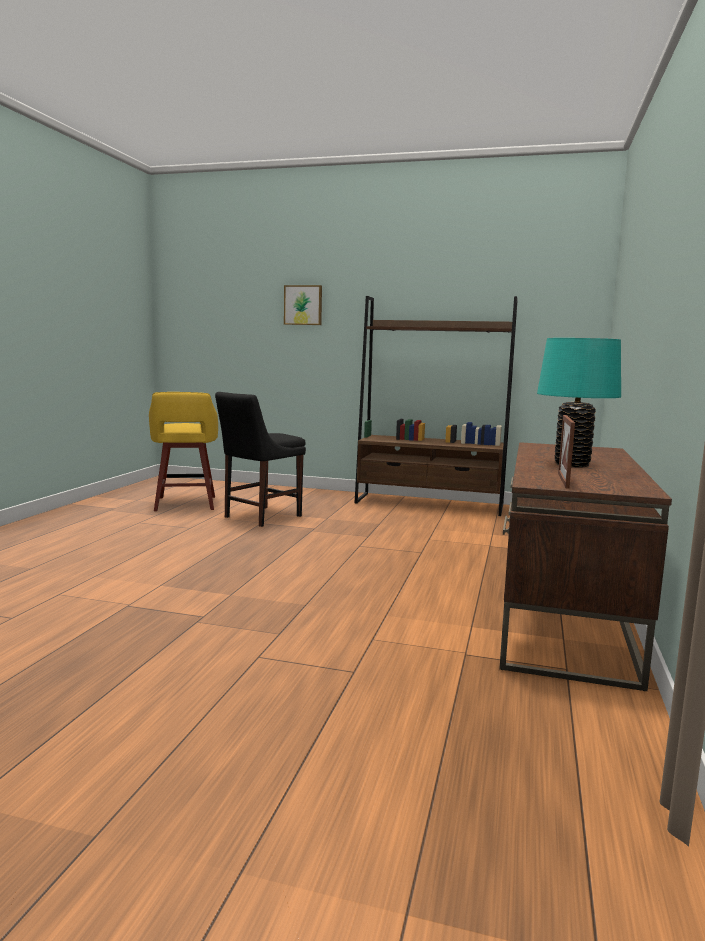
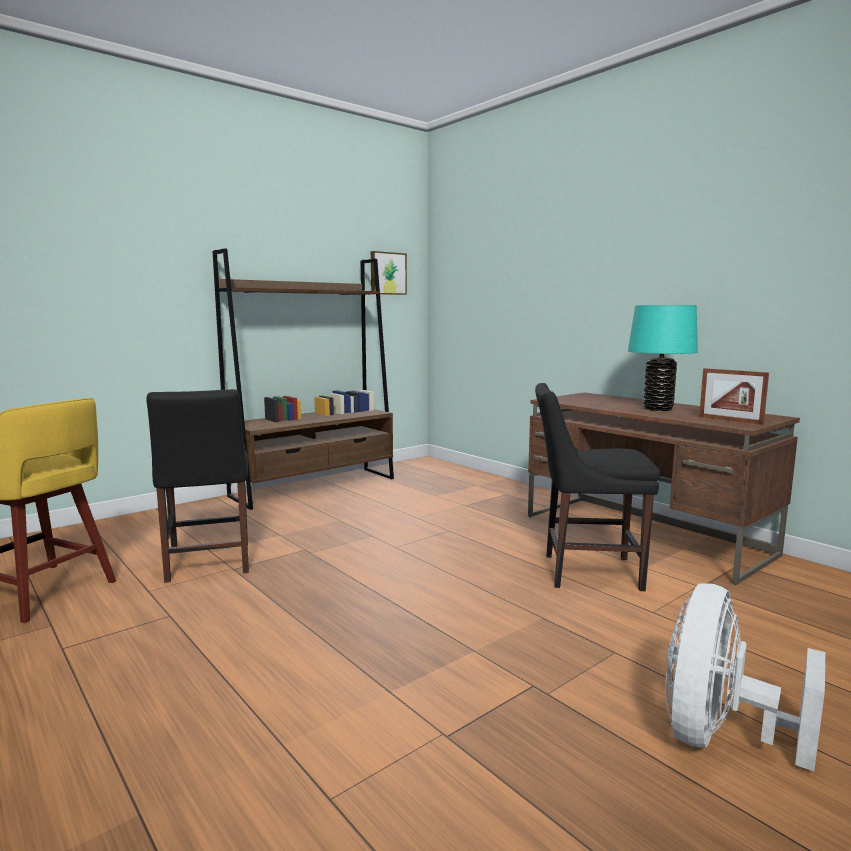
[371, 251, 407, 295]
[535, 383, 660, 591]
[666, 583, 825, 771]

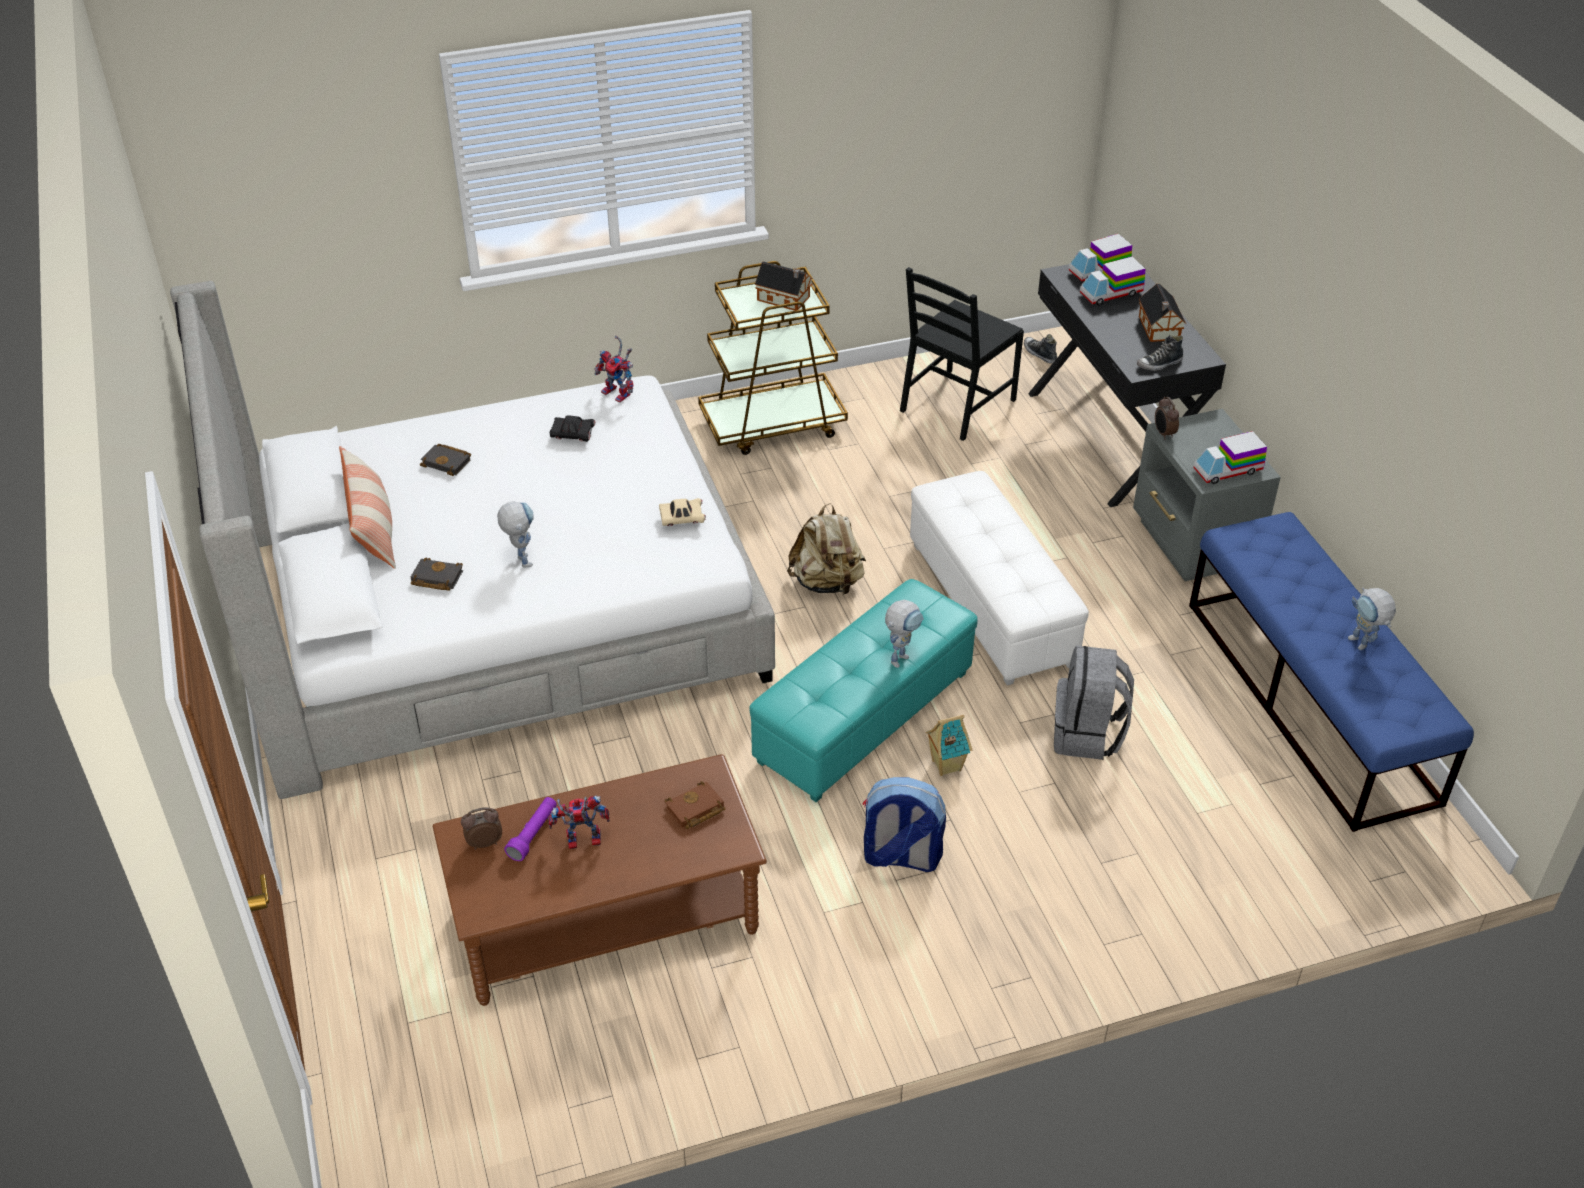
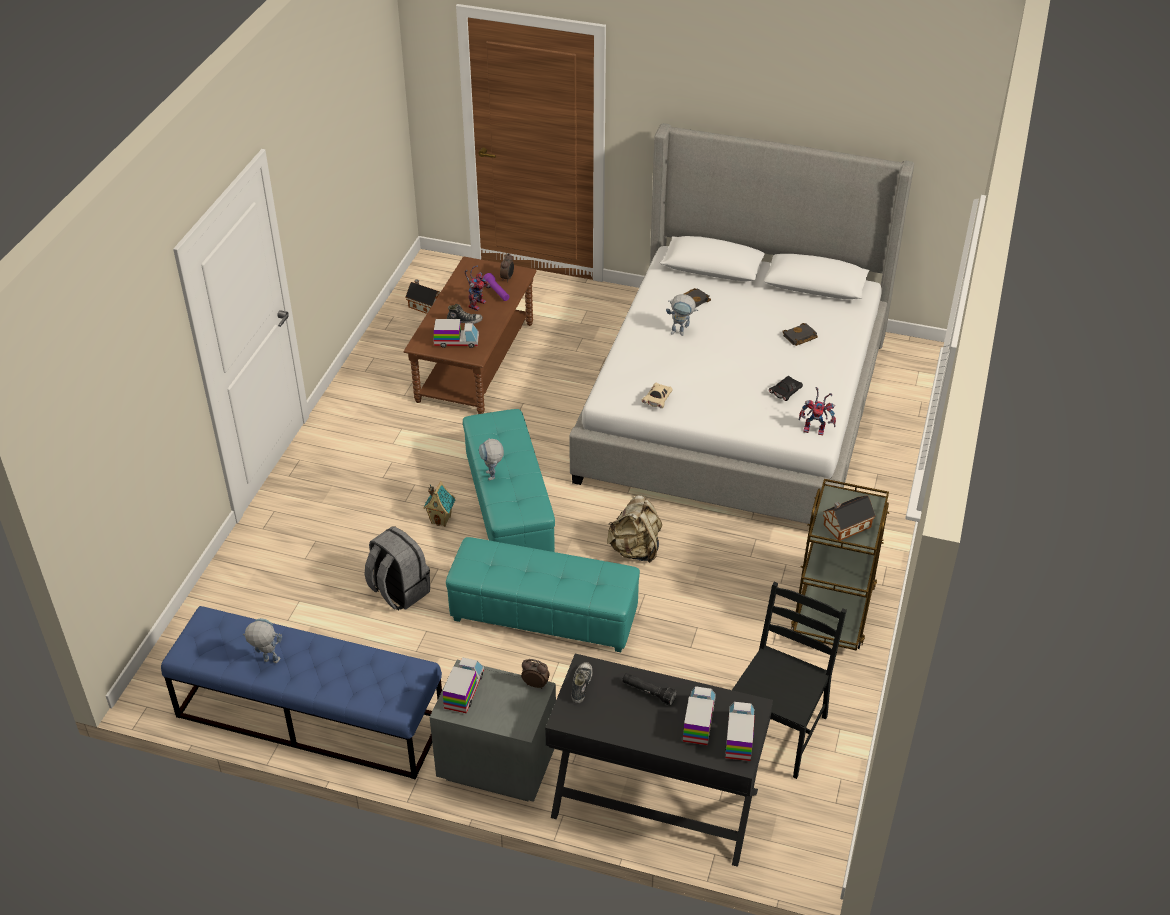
[406, 279, 440, 314]
[434, 319, 479, 348]
[446, 537, 640, 652]
[447, 304, 483, 324]
[622, 673, 677, 706]
[732, 582, 847, 779]
[798, 387, 836, 436]
[339, 446, 396, 569] (first image)
[863, 777, 946, 872] (first image)

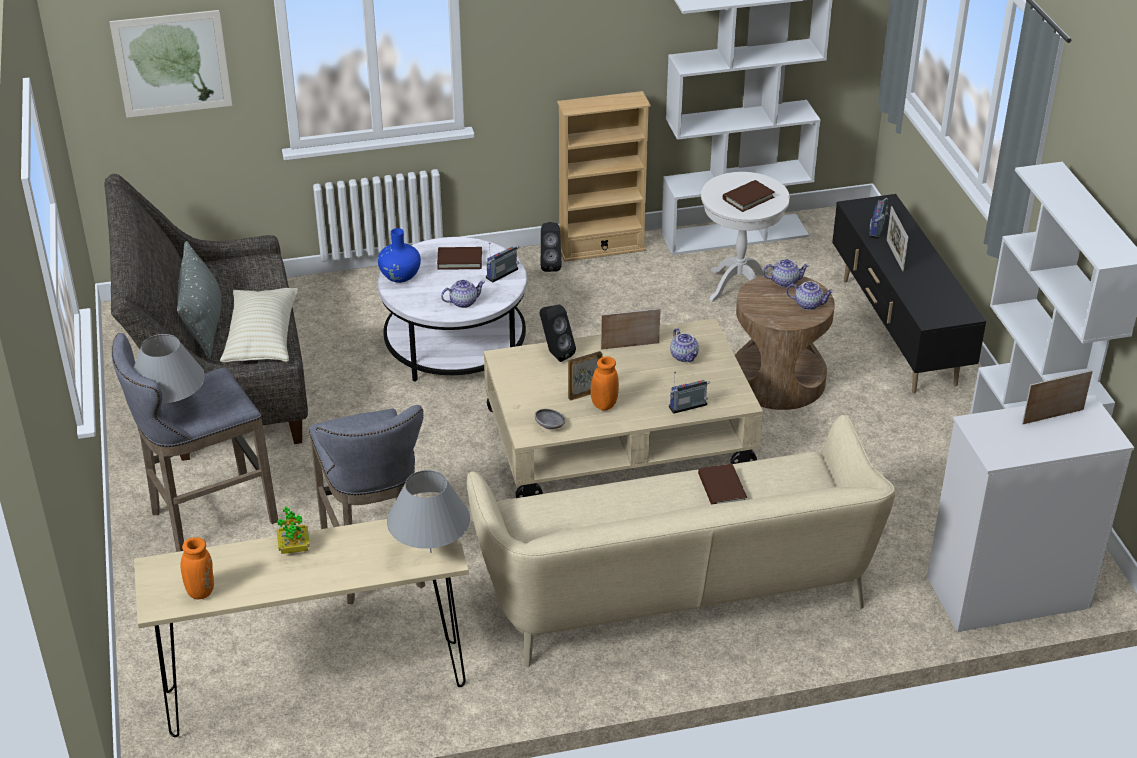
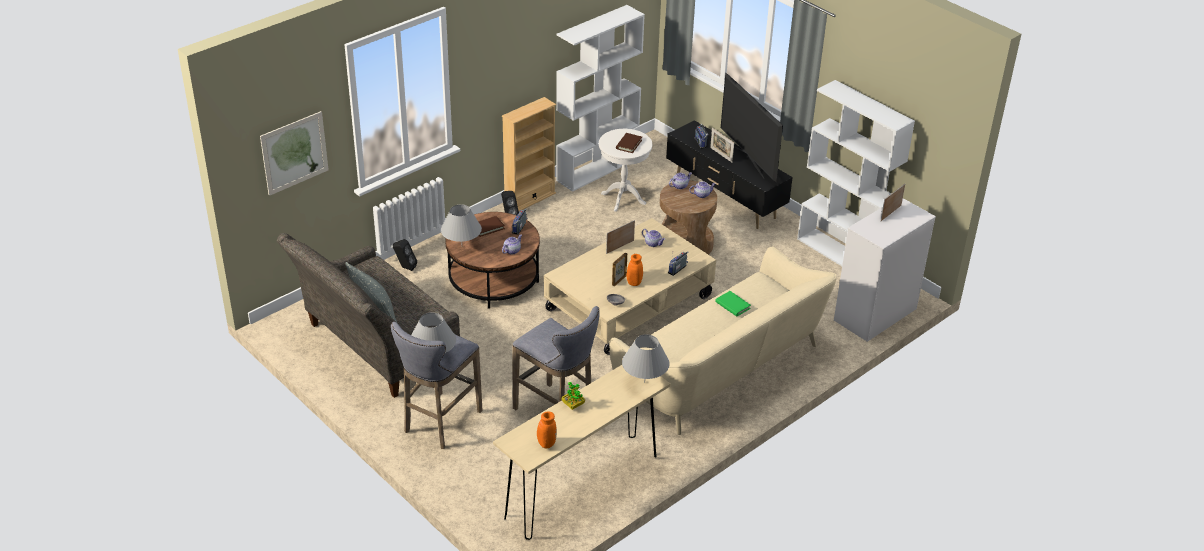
[393, 239, 417, 271]
[441, 204, 482, 243]
[445, 212, 540, 309]
[715, 291, 751, 317]
[721, 72, 783, 182]
[220, 288, 298, 363] (first image)

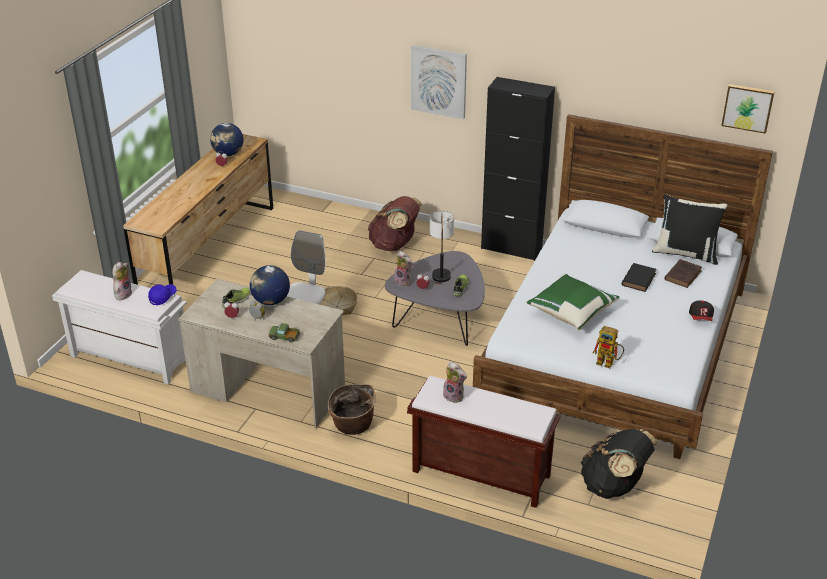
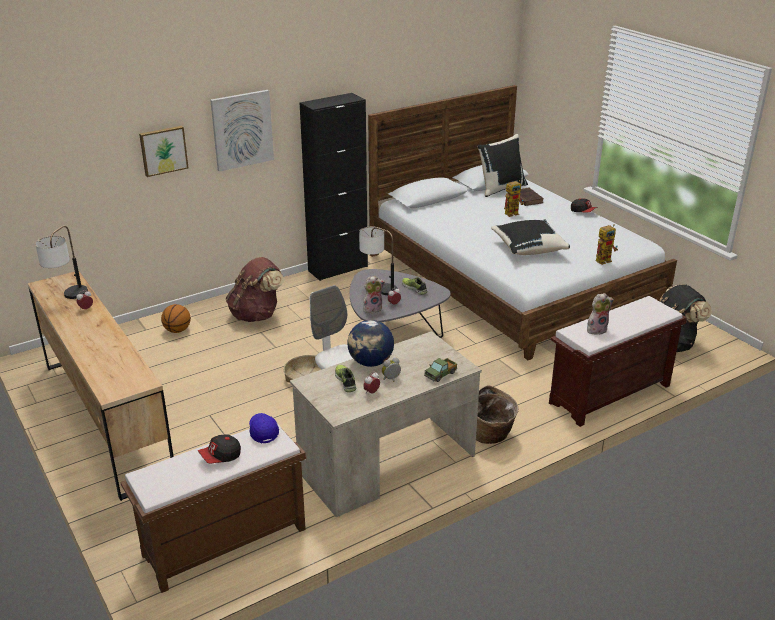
[35, 226, 88, 299]
[120, 423, 306, 593]
[139, 126, 189, 177]
[161, 304, 191, 333]
[198, 435, 241, 464]
[491, 219, 570, 255]
[504, 180, 524, 217]

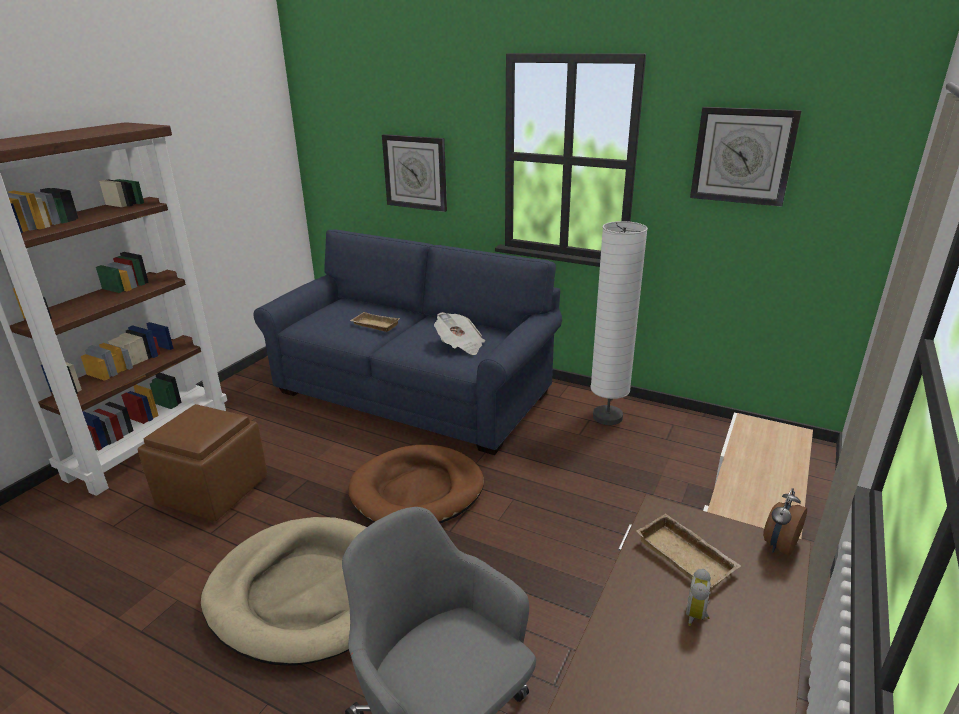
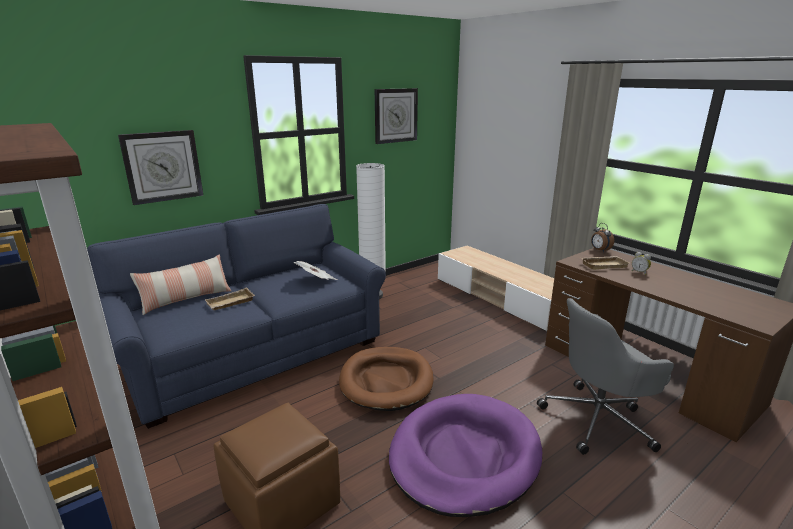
[130, 255, 231, 315]
[389, 394, 542, 517]

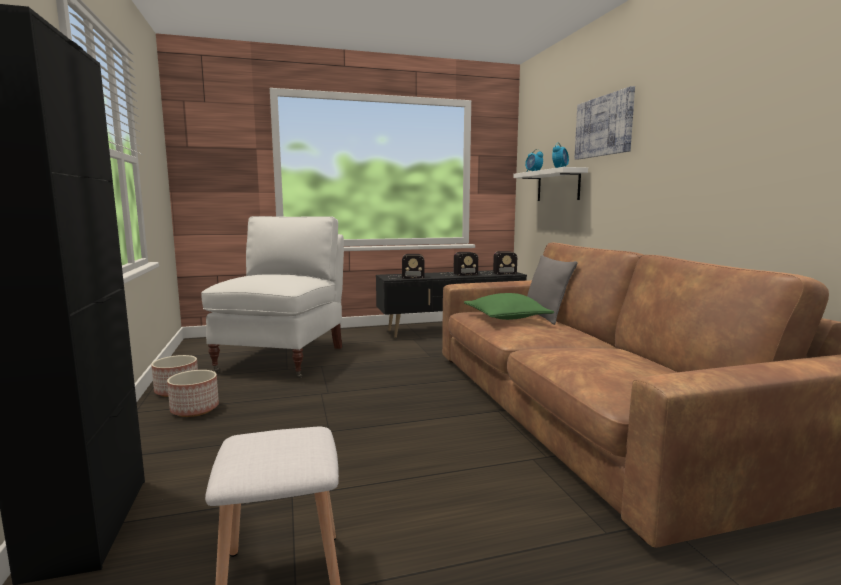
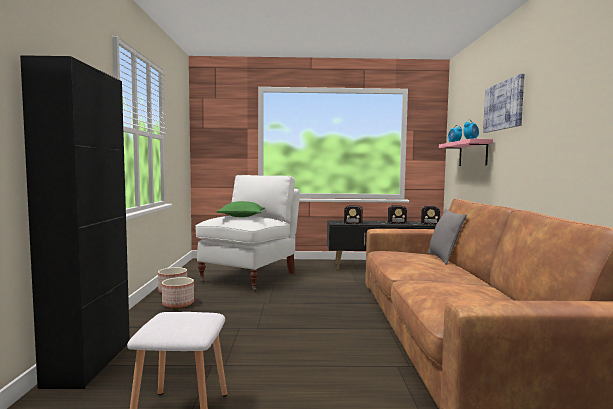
[216, 201, 265, 217]
[439, 139, 493, 166]

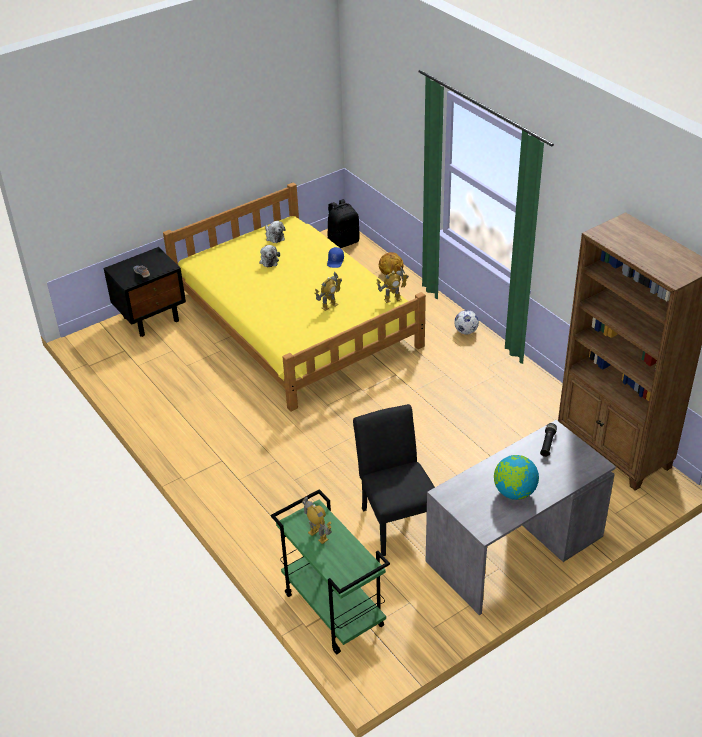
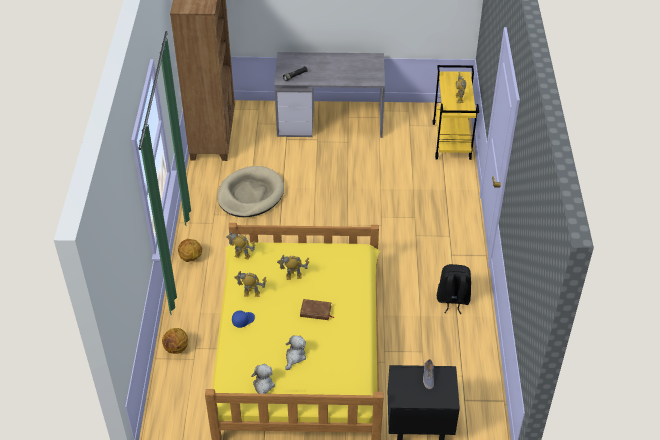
[178, 239, 202, 262]
[217, 166, 284, 217]
[234, 271, 267, 297]
[300, 299, 334, 320]
[432, 65, 479, 160]
[437, 264, 471, 314]
[353, 404, 435, 556] (first image)
[494, 455, 539, 500] (first image)

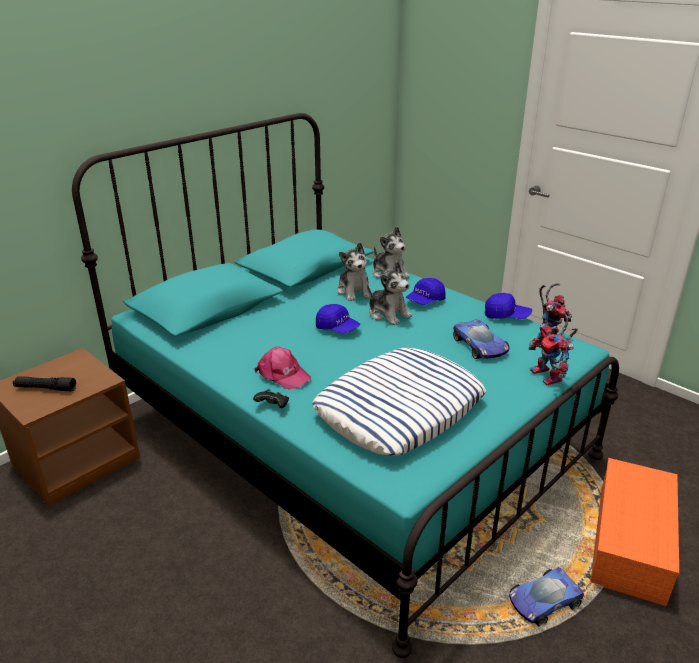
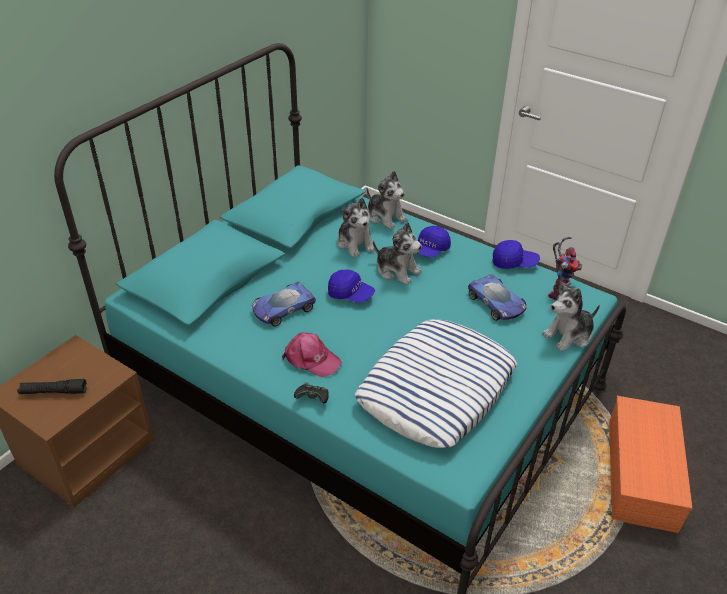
[252, 282, 316, 326]
[542, 282, 600, 351]

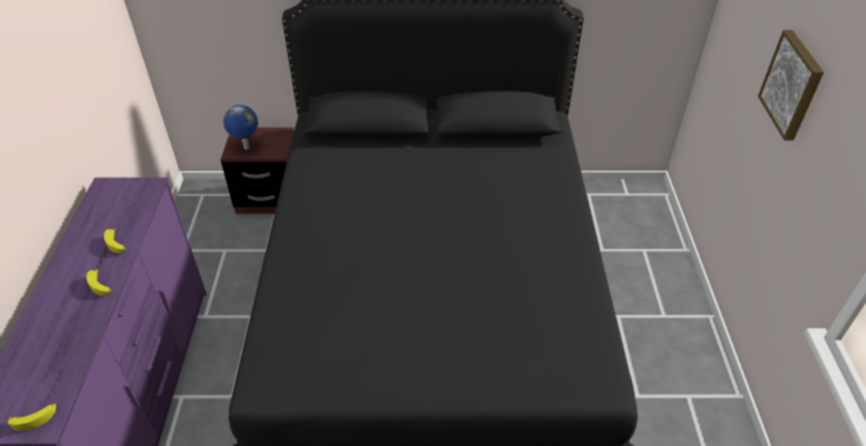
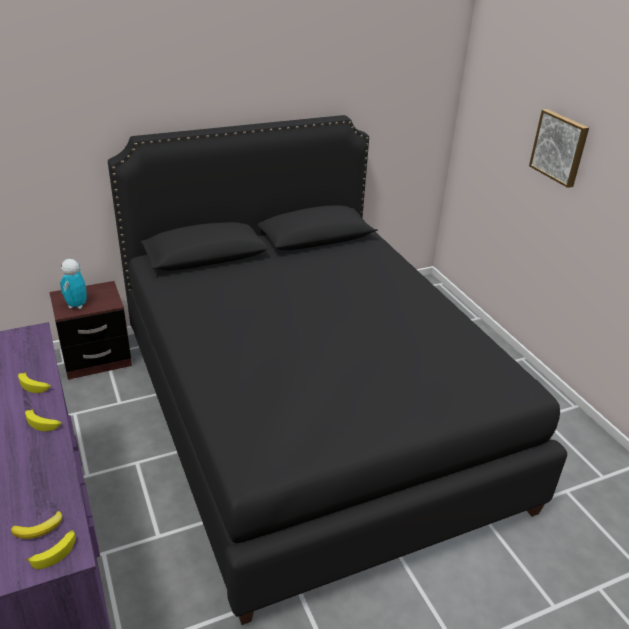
[11, 511, 62, 539]
[60, 259, 87, 309]

